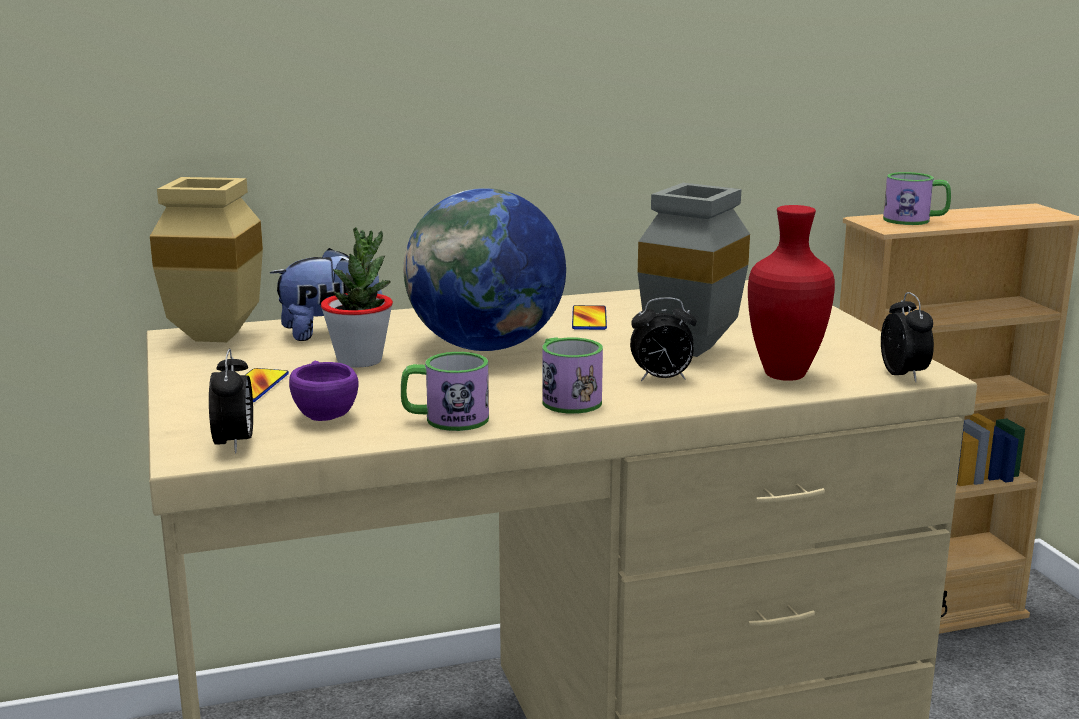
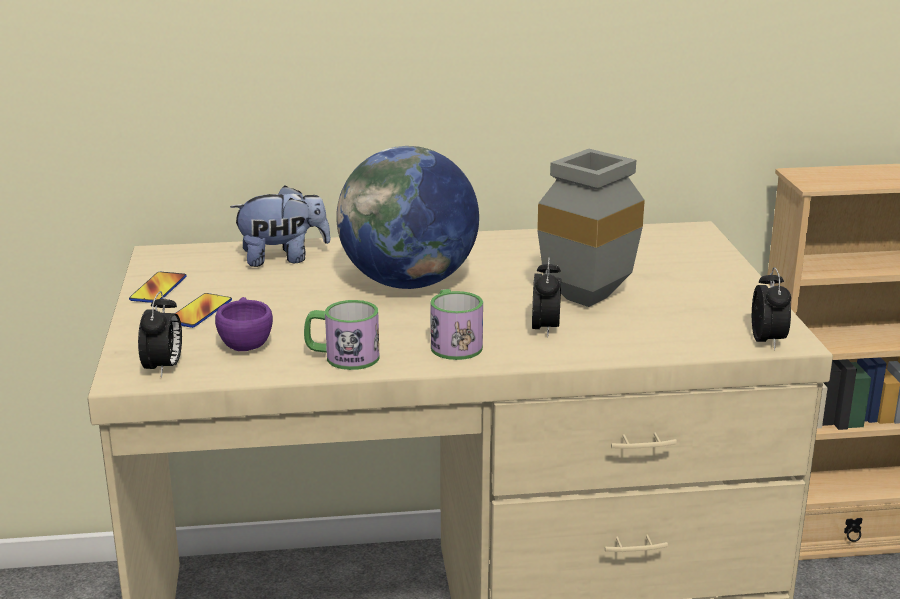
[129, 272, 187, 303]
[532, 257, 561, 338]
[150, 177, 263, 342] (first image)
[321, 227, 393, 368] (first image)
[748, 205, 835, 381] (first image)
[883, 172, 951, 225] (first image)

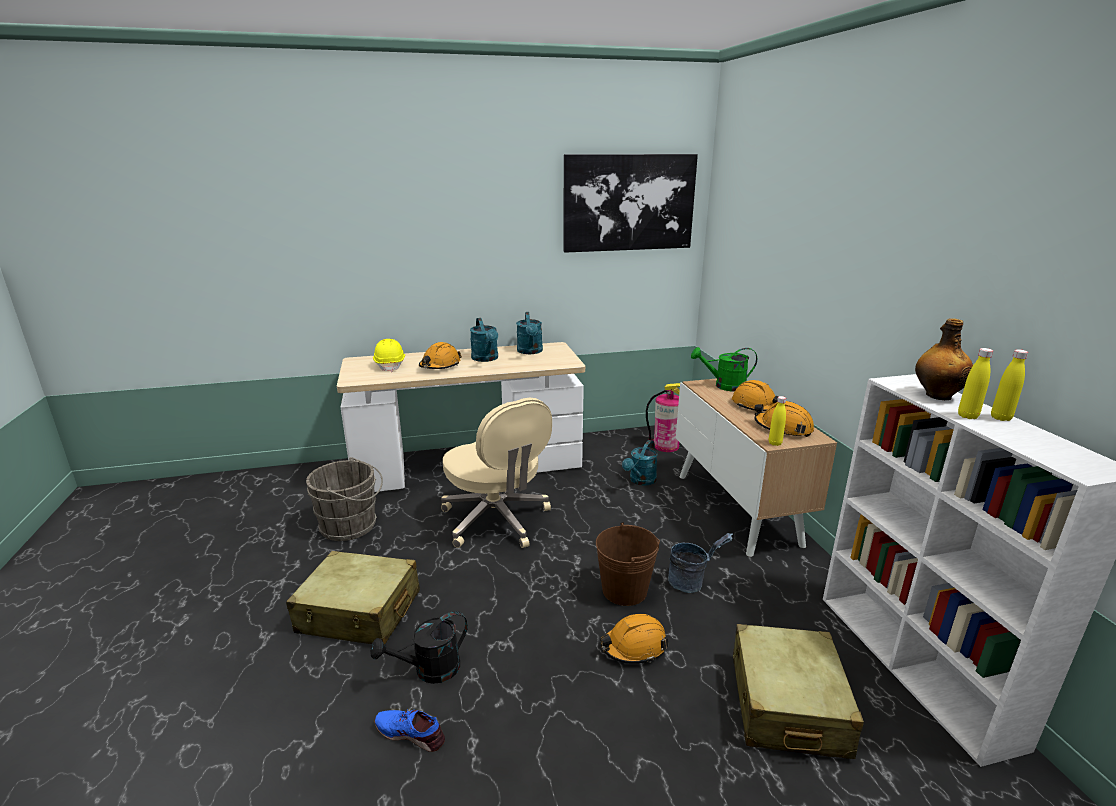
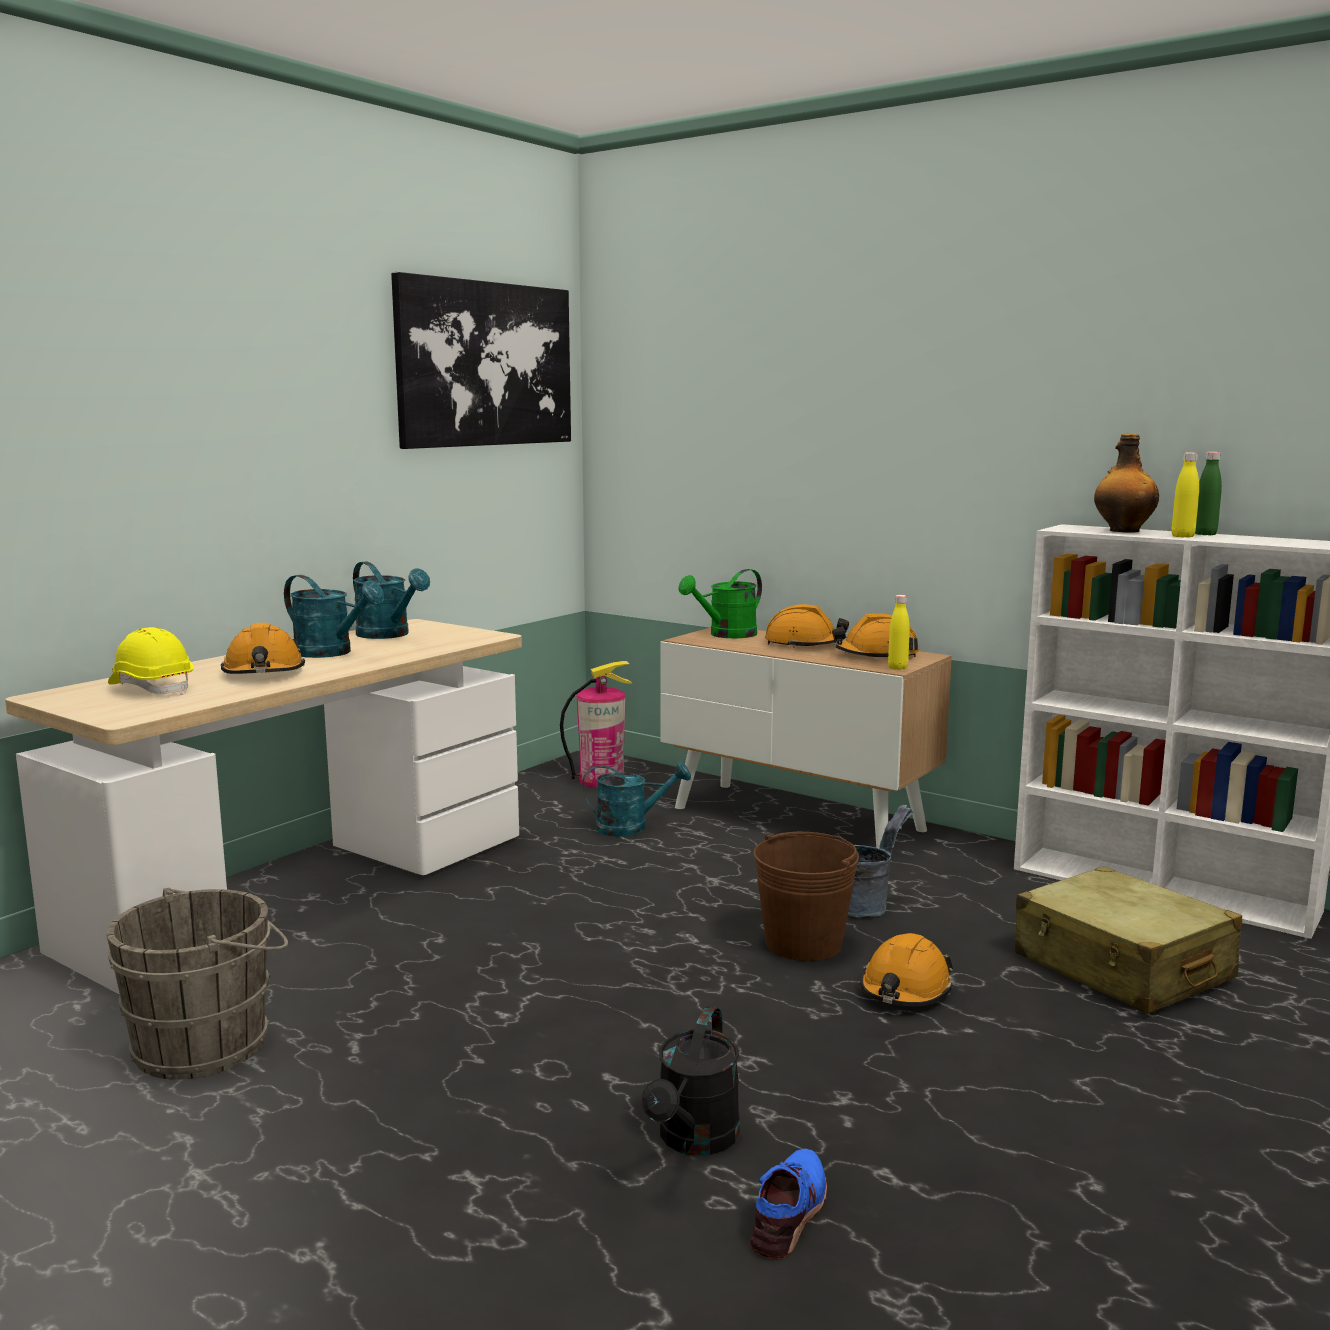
[582, 761, 691, 837]
[750, 1149, 827, 1259]
[1195, 452, 1222, 535]
[286, 551, 420, 645] (first image)
[441, 398, 552, 548] (first image)

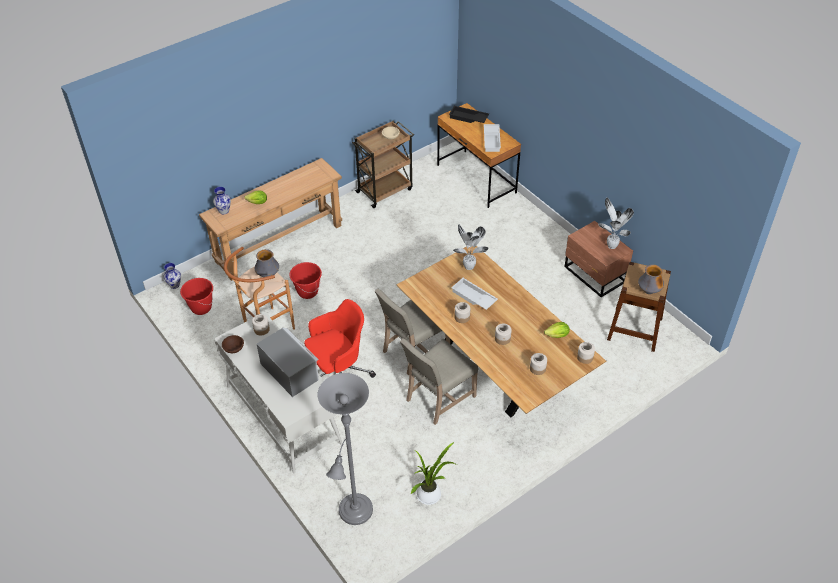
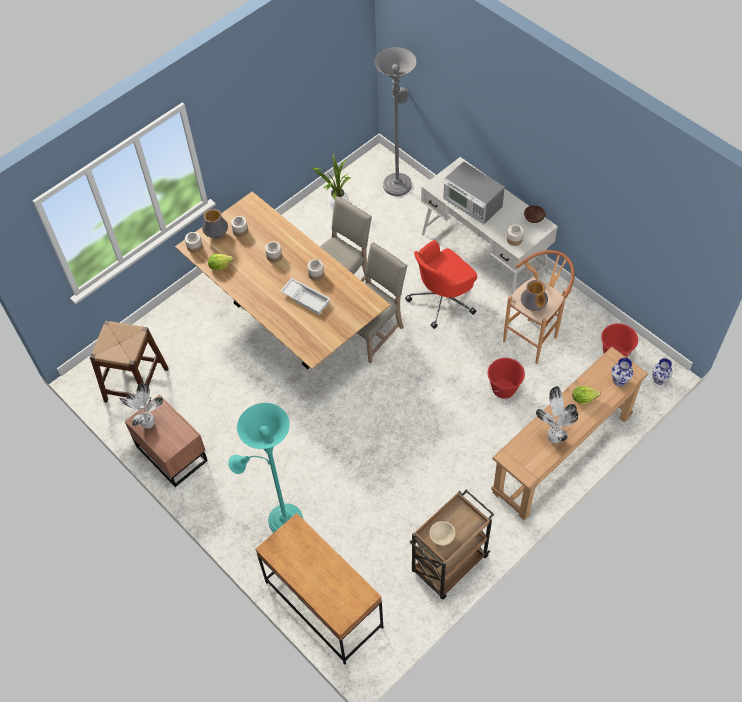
[202, 209, 228, 239]
[228, 403, 303, 533]
[536, 386, 578, 444]
[449, 106, 489, 123] (first image)
[484, 124, 501, 152] (first image)

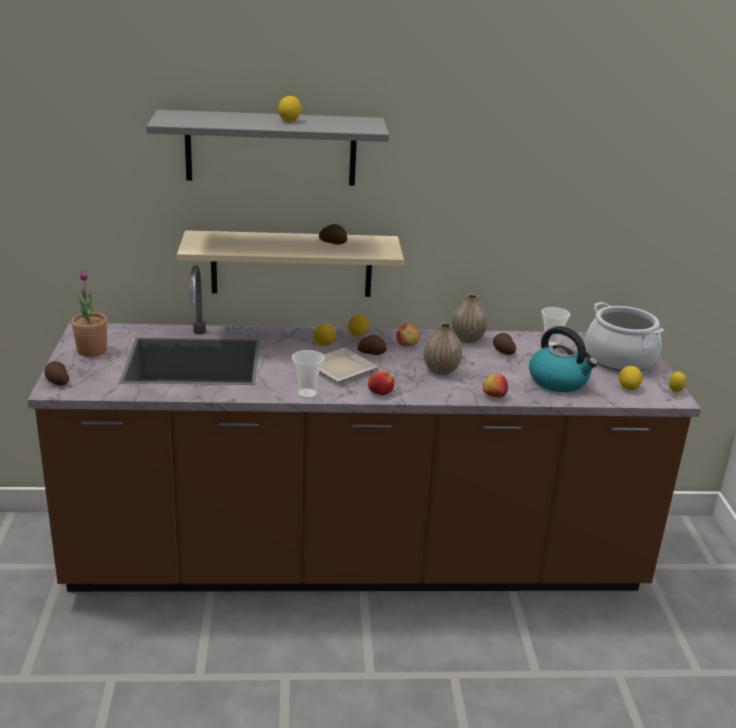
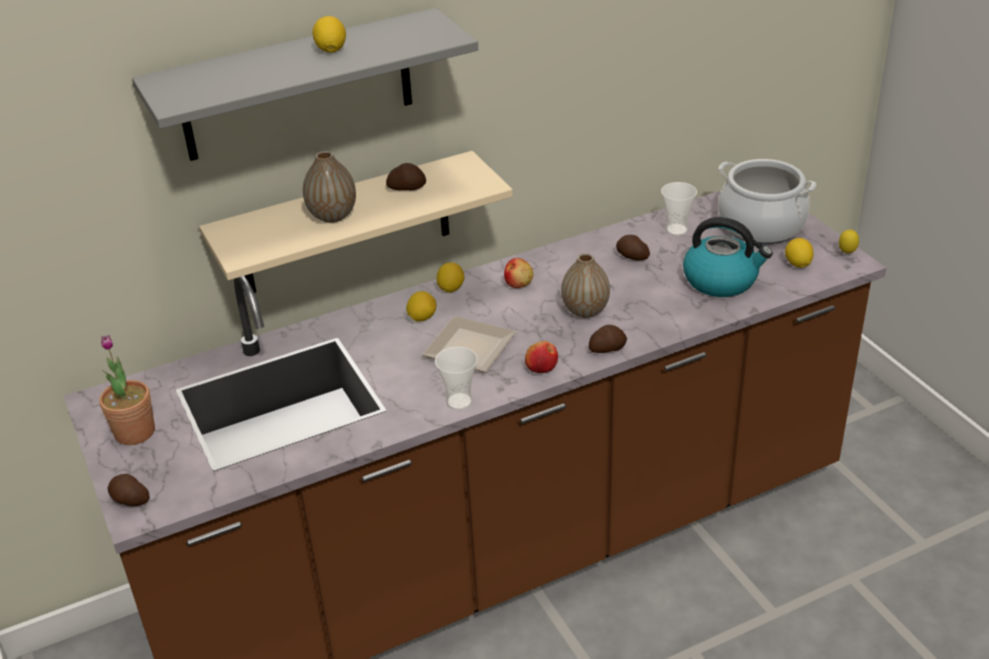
[303, 151, 356, 223]
[588, 325, 627, 353]
[483, 373, 508, 398] (first image)

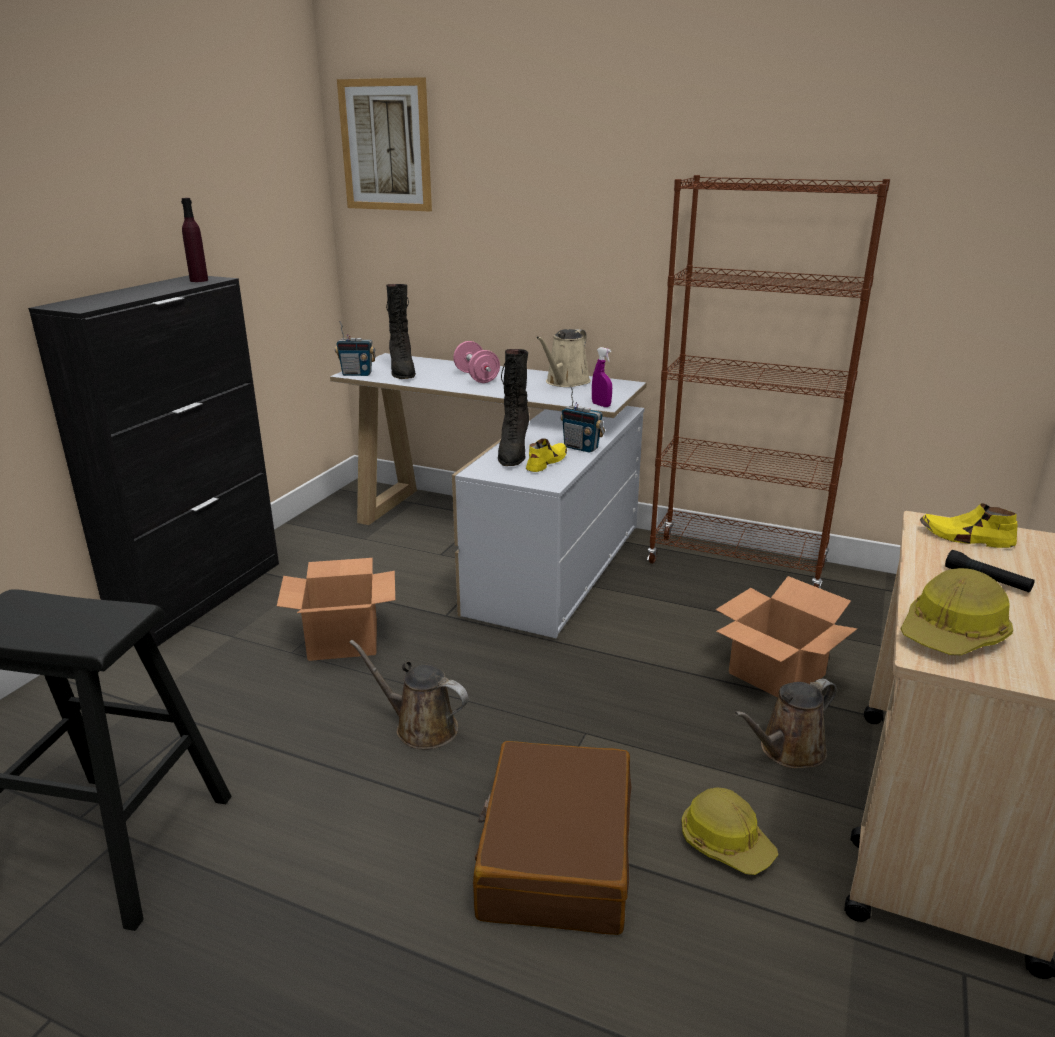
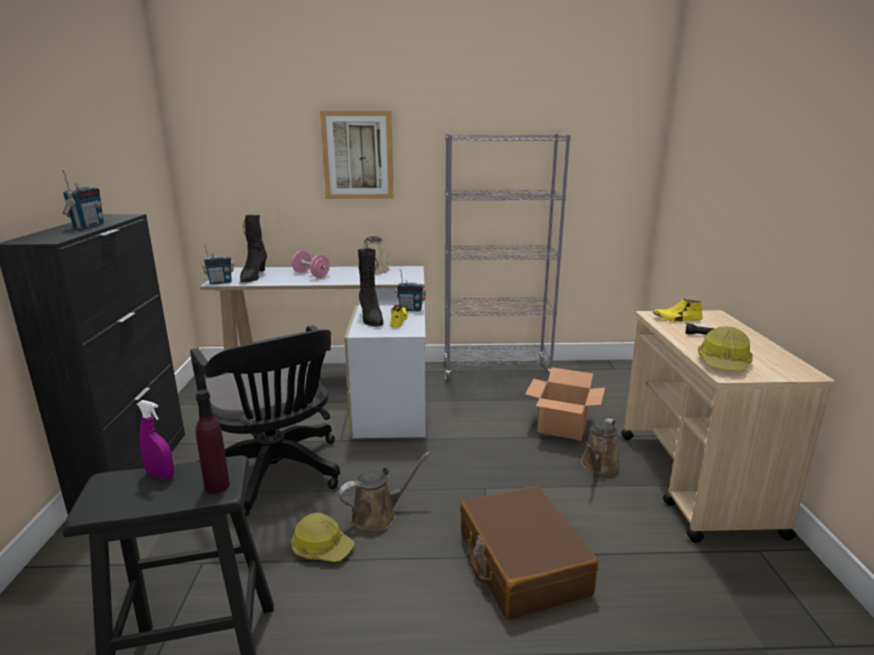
[62, 170, 104, 229]
[137, 400, 174, 479]
[190, 325, 340, 517]
[196, 389, 230, 494]
[240, 215, 267, 283]
[291, 513, 355, 562]
[320, 111, 393, 199]
[338, 452, 430, 531]
[444, 134, 571, 381]

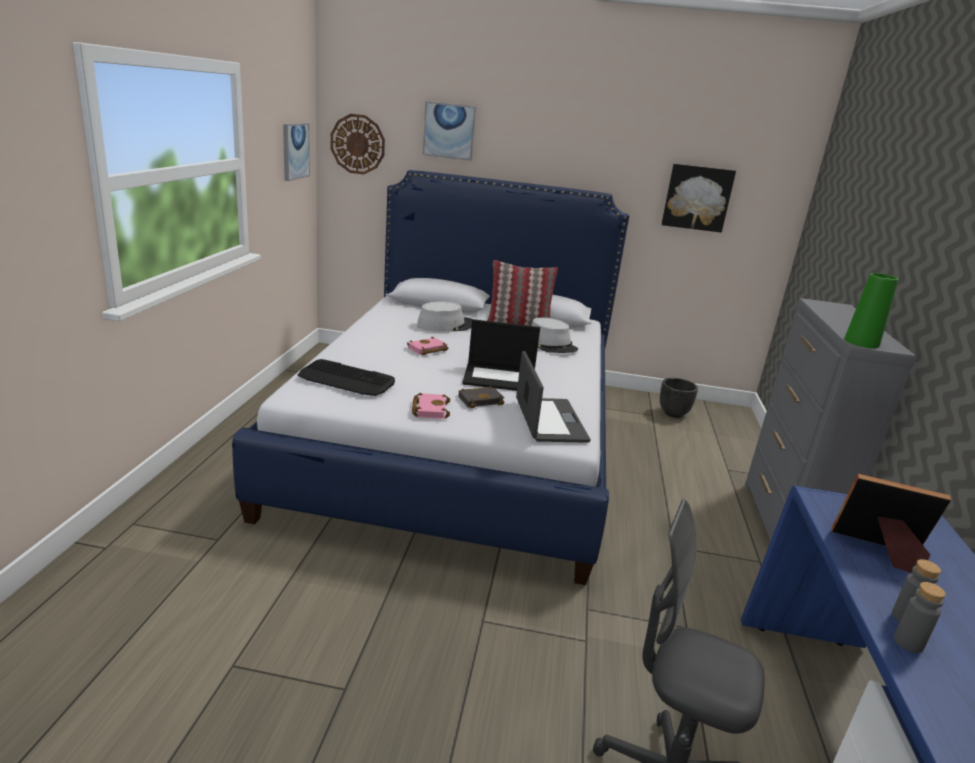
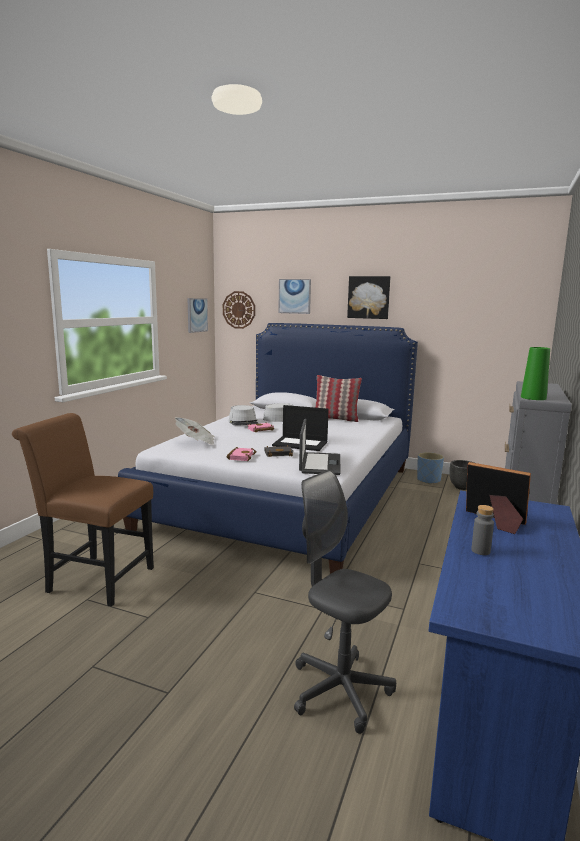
[12, 413, 154, 607]
[175, 417, 215, 445]
[229, 405, 259, 425]
[347, 276, 390, 319]
[417, 452, 444, 484]
[894, 582, 946, 653] (first image)

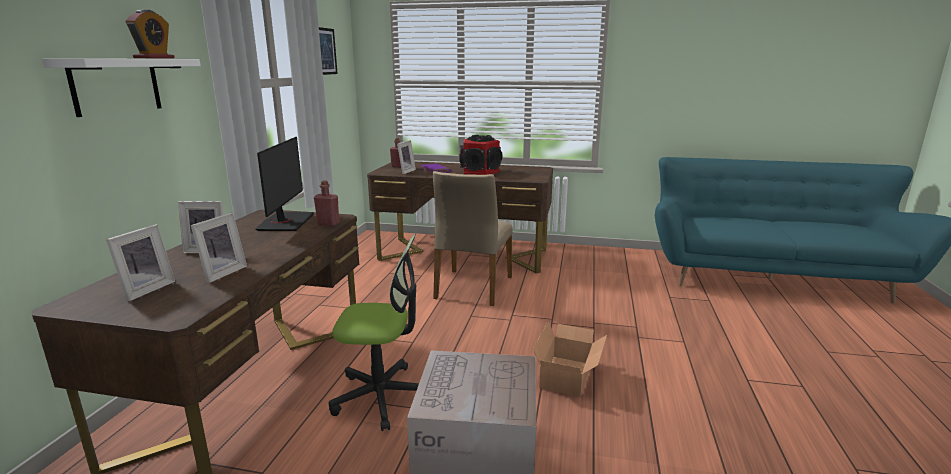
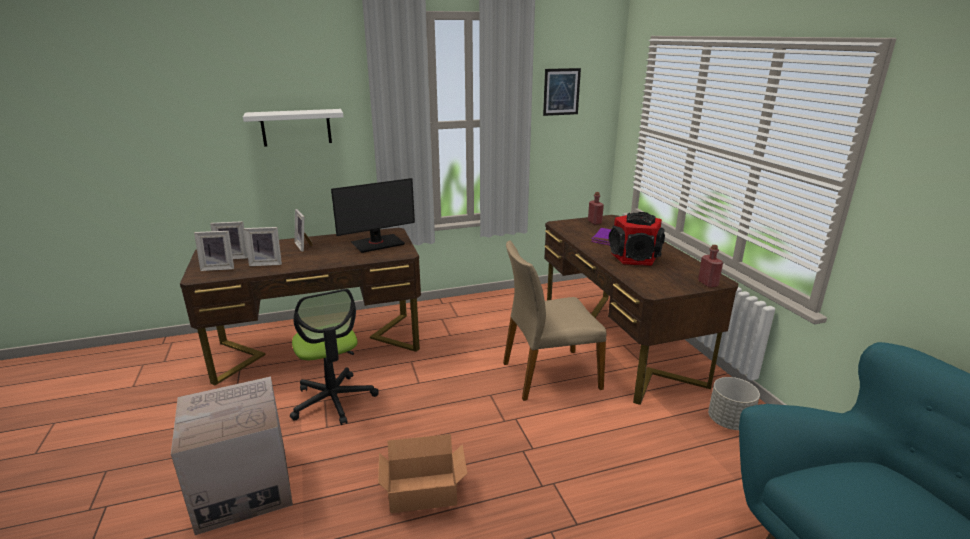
[194, 231, 234, 271]
[698, 245, 723, 288]
[708, 377, 760, 430]
[126, 10, 175, 59] (first image)

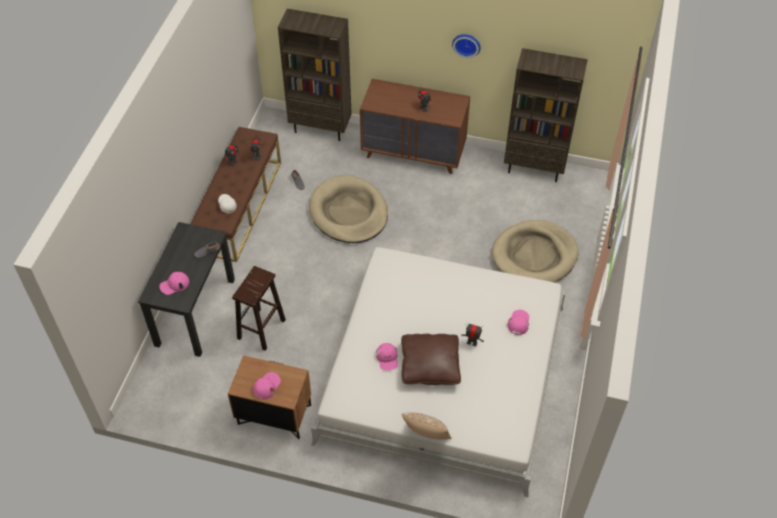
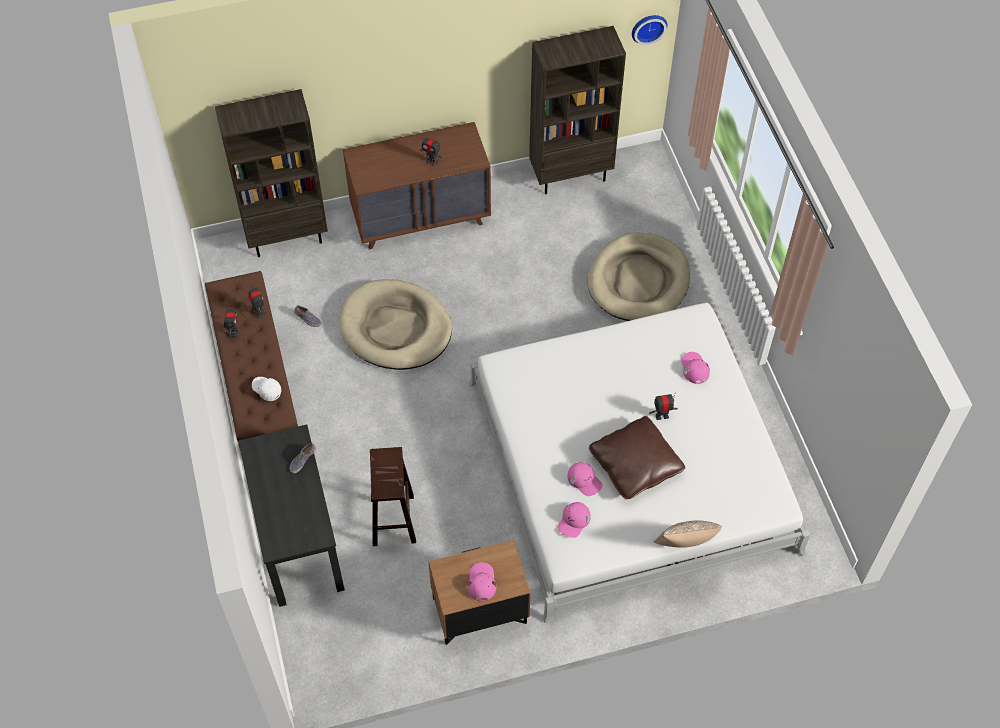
[557, 502, 591, 538]
[632, 15, 667, 45]

